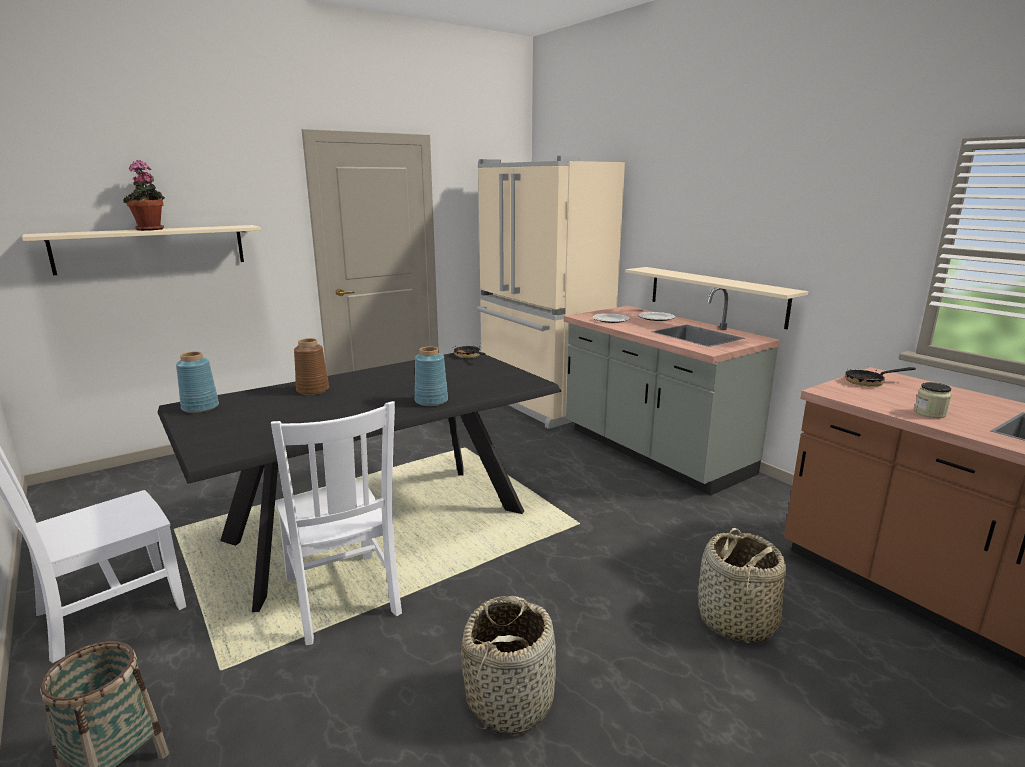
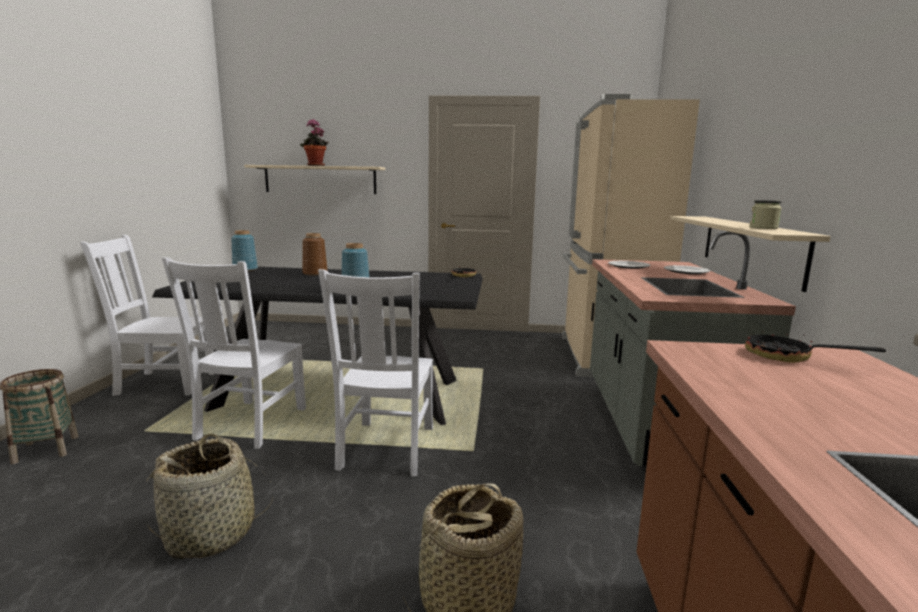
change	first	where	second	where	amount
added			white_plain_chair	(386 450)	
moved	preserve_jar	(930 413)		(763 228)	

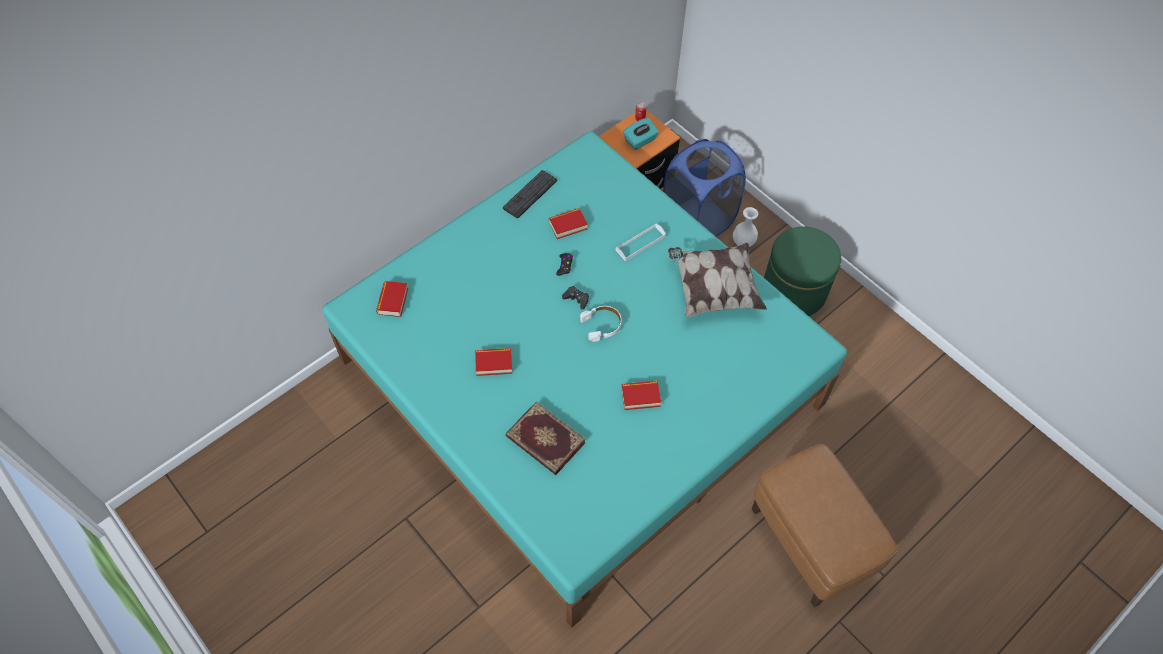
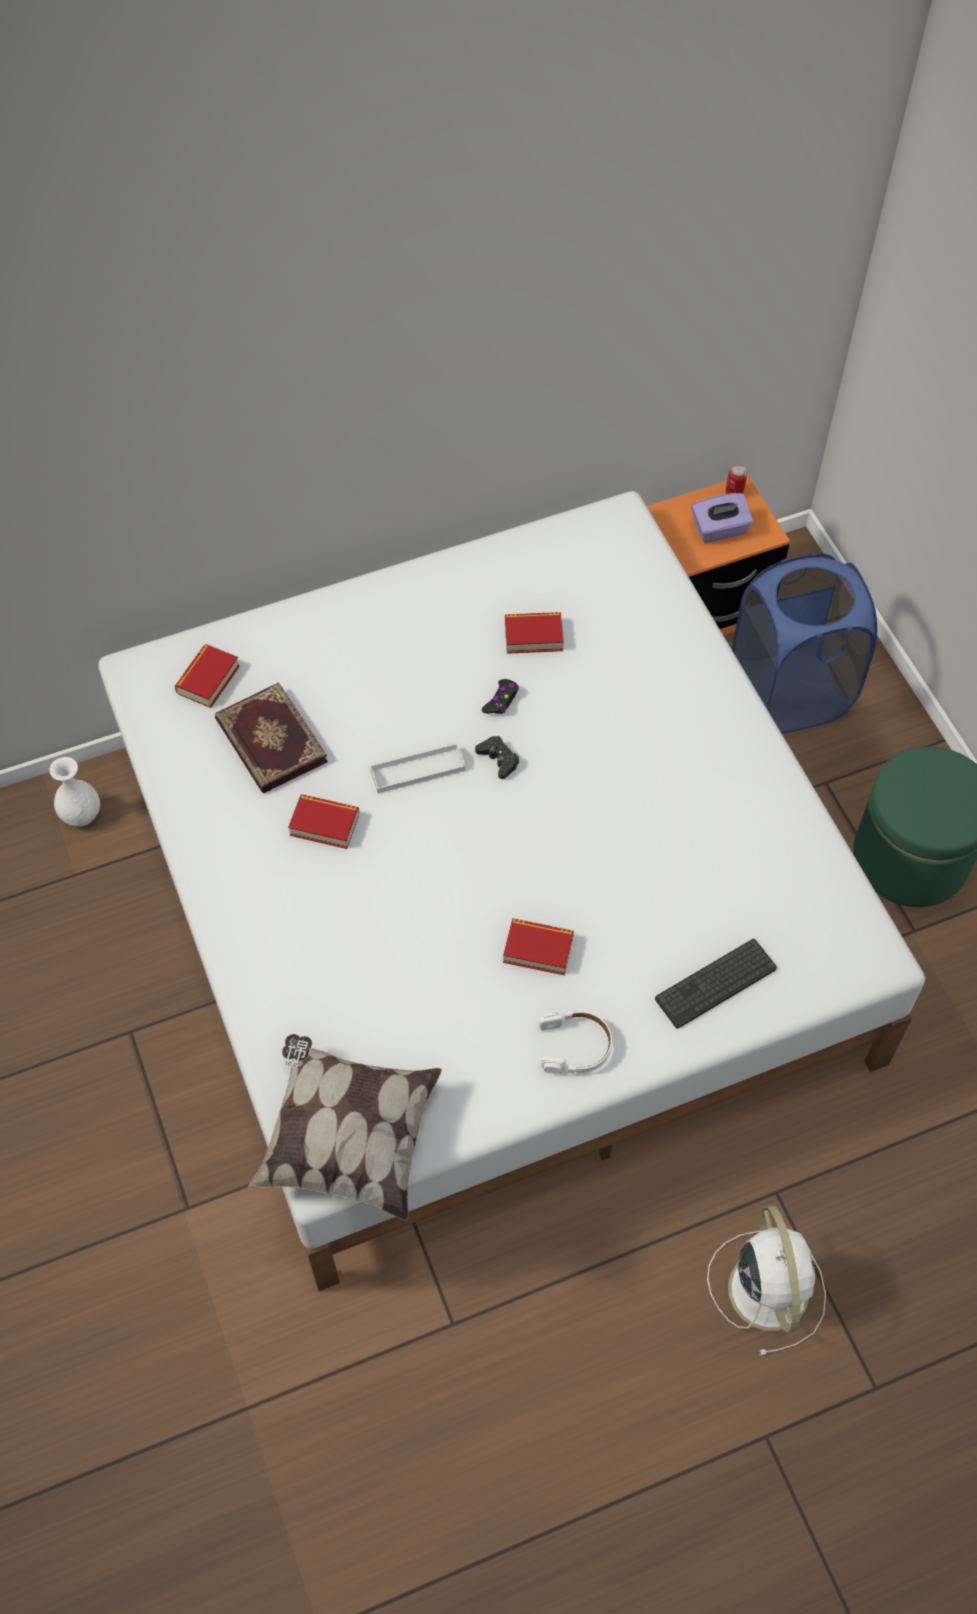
change	first	where	second	where	amount
moved	PC_keyboard	(530 194)		(715 984)	
moved	book	(544 440)		(269 742)	
moved	white_headset	(602 325)		(575 1046)	
moved	white_tray	(640 243)		(417 770)	
moved	pillow	(713 289)		(348 1138)	
moved	white_flower_vase	(743 242)		(82 814)	
replaced	brownish_pouffe	(809 541)	white_electric_fan	(767 1286)	
recoloured	blue-green_bedroom_bed	(581 382)	white_bedroom_bed	(490 902)	
recoloured	blue-green_tissue_holder	(640 141)	purple-coloured_tissue_holder	(719 530)	

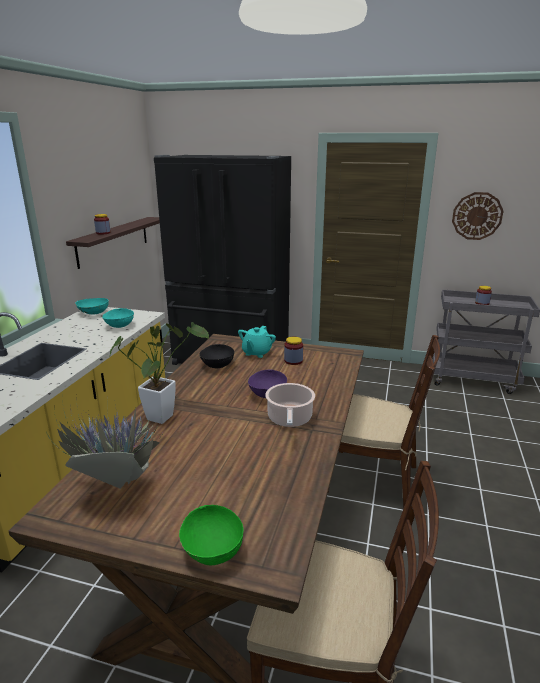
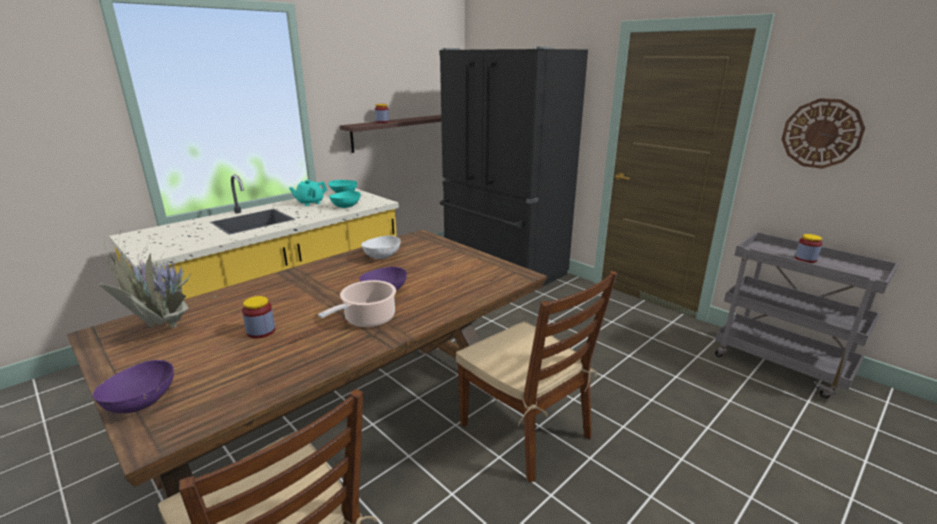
change	first	where	second	where	amount
removed	plant_in_a_pot	(164 415)			
moved	blue-green_tea_pot	(256 353)		(310 203)	
moved	preserve_jar	(293 361)		(261 331)	
recoloured	greenish_serving_bowl	(212 550)	purple-coloured_serving_bowl	(141 402)	
recoloured	black_serving_bowl	(217 365)	white_serving_bowl	(382 256)	

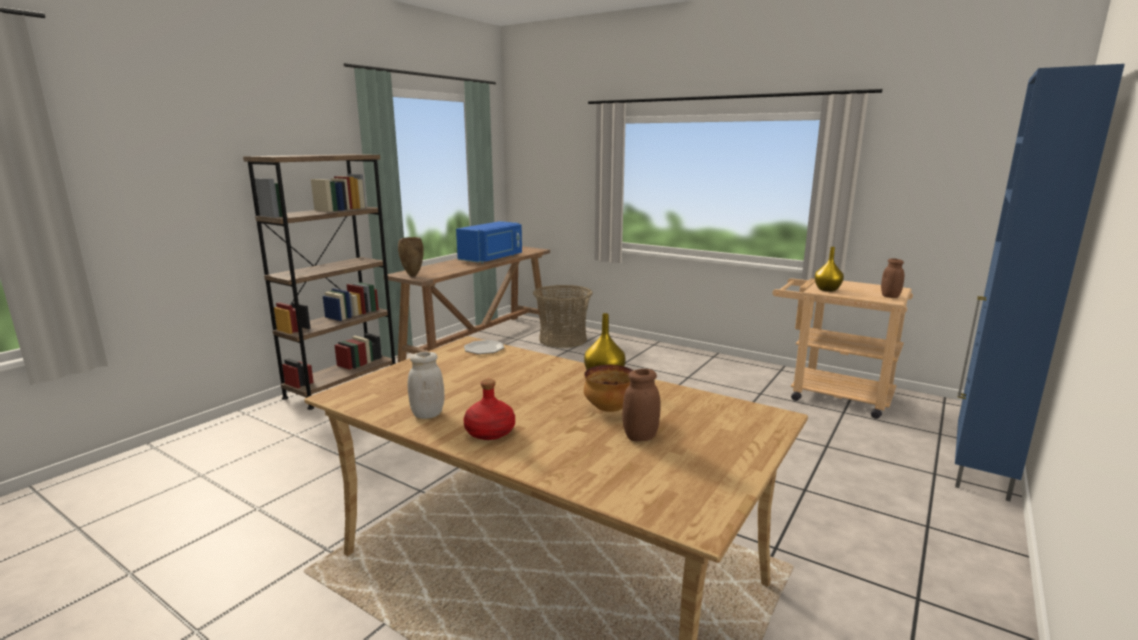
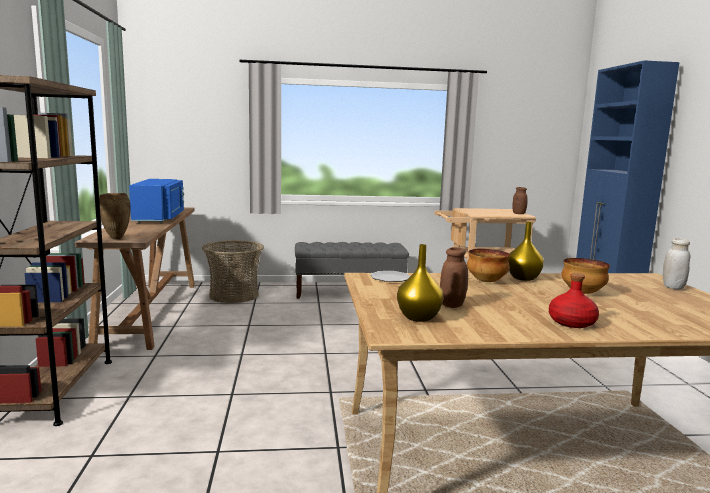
change	first	where	second	where	amount
added			grey_indoor_bench	(349 292)	
added			serving_bowl	(486 281)	
moved	white_preserve_jar	(427 414)		(673 287)	
moved	brownish_preserve_jar	(640 436)		(452 305)	
moved	yellowish_flower_vase	(827 290)		(419 318)	

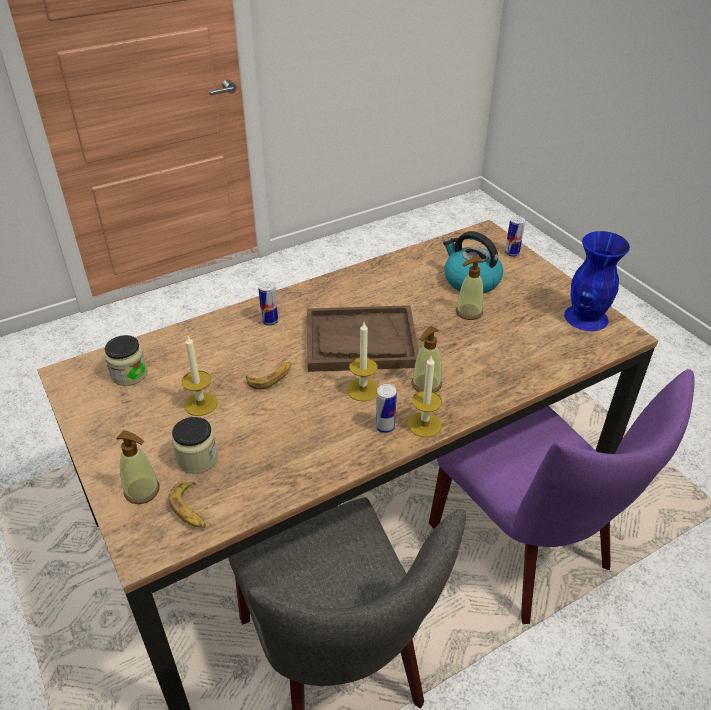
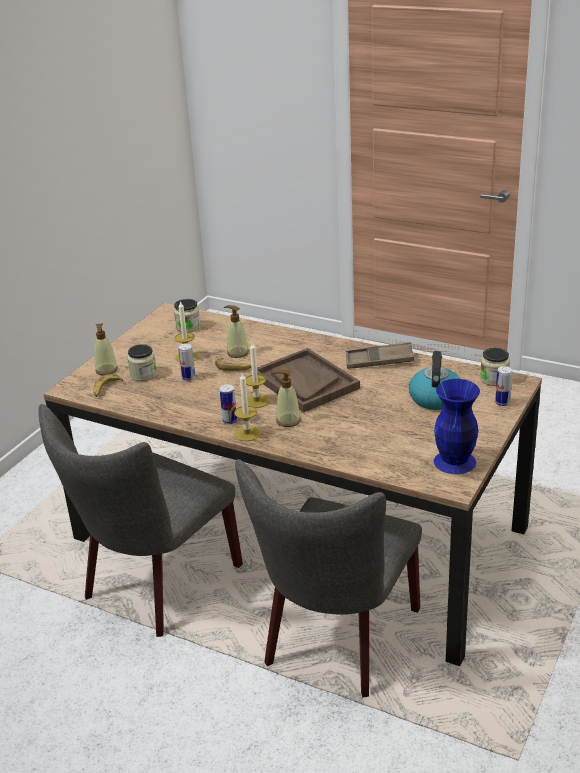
change	first	where	second	where	amount
added			brownish_tray	(379 360)	
added			preserve_jar	(494 379)	
moved	sealed_can	(270 321)		(188 378)	
moved	soap_dispenser	(468 312)		(237 353)	
recoloured	purple-coloured_plain_chair	(528 552)	grey_plain_chair	(337 643)	

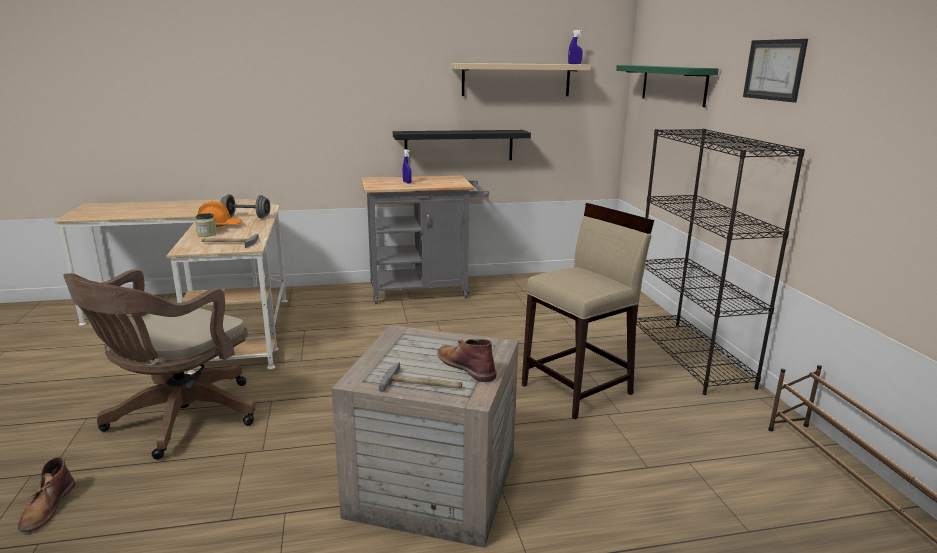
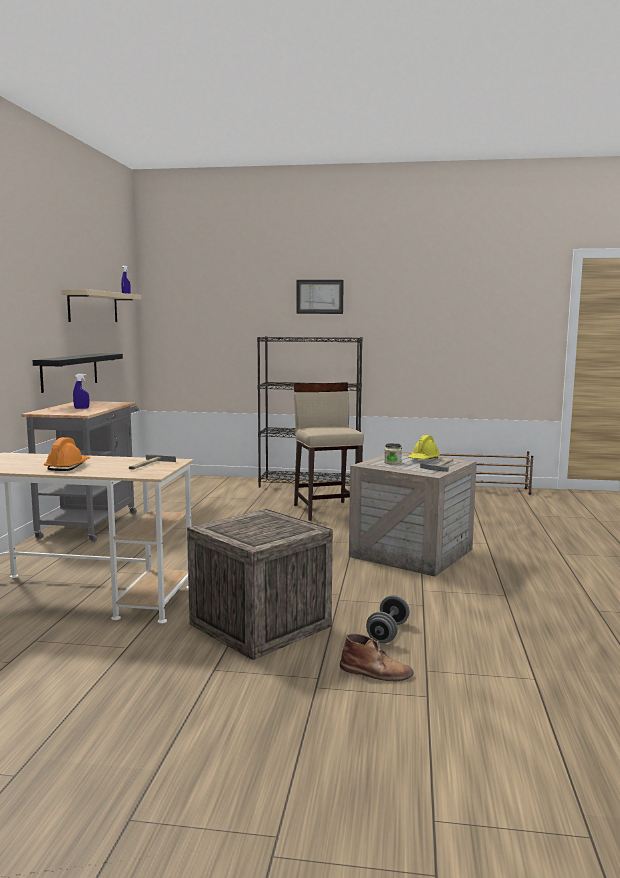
change	first	where	second	where	amount
removed	greenish_bracket_shelf	(673 84)			
moved	preserve_jar	(207 234)		(392 462)	
moved	grey_hand_weight	(246 217)		(388 633)	
replaced	brownish_office_chair	(178 419)	shipping_crate	(260 625)	
replaced	brownish_tall_boot	(466 366)	yellowish_hard_hat	(423 459)	

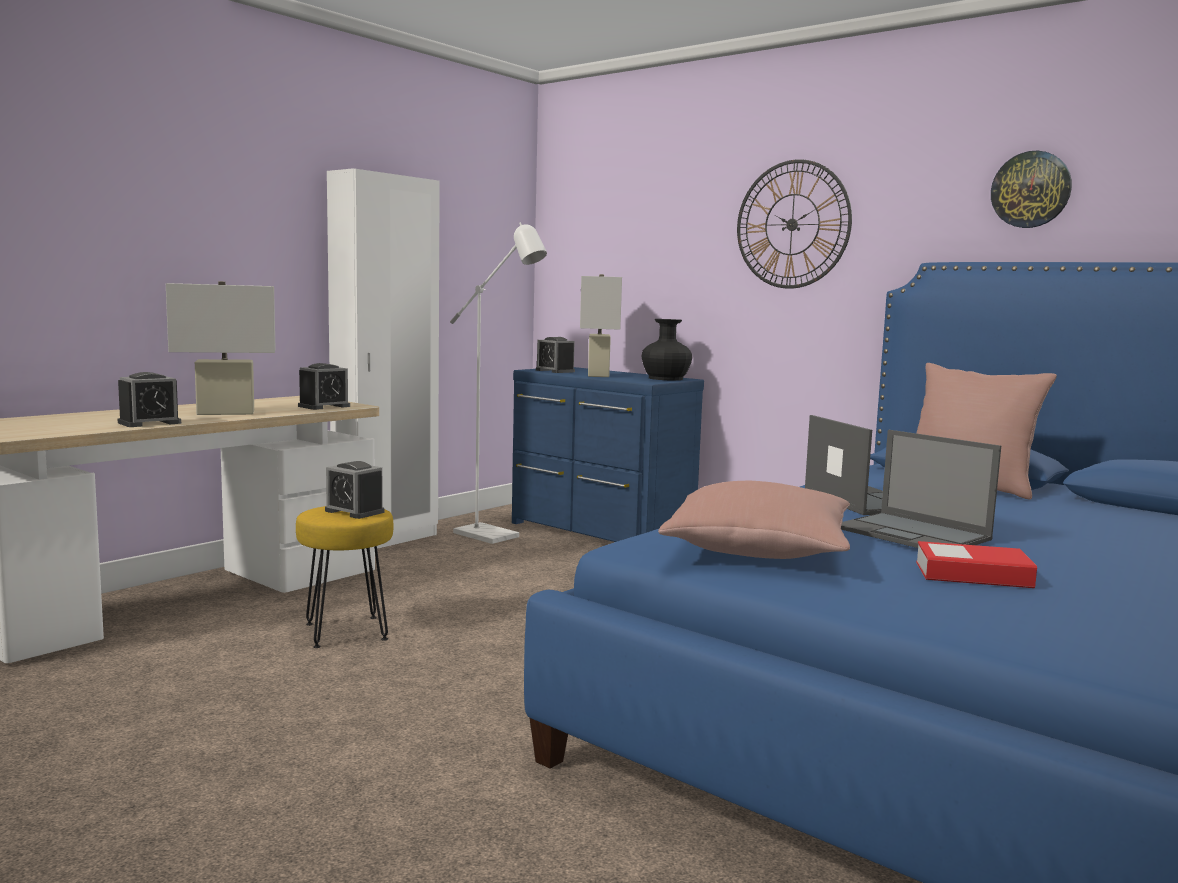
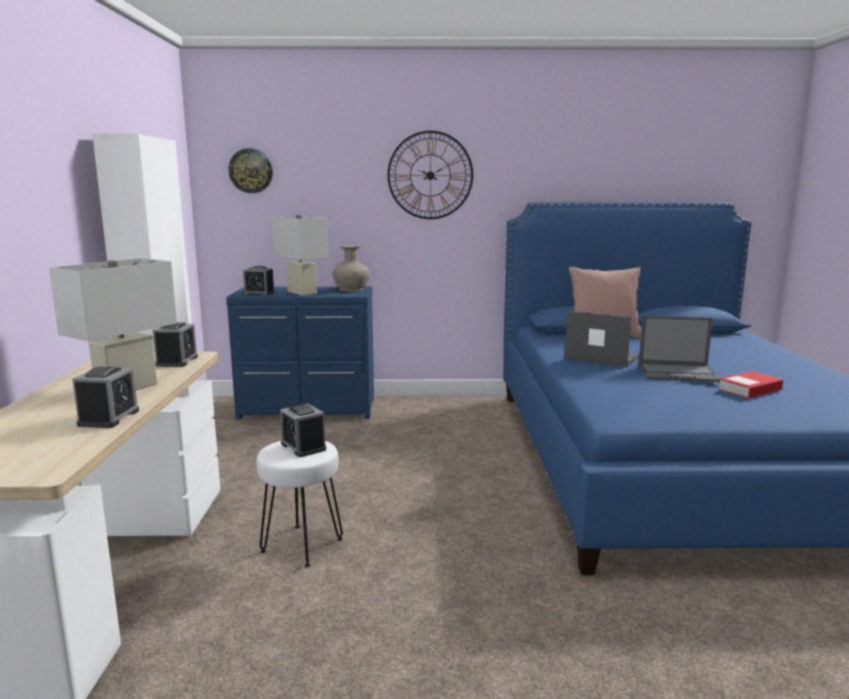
change	first	where	second	where	amount
removed	white_floor_lamp	(494 537)			
removed	pink_pillow	(758 550)			
moved	hanging_clock	(1031 189)		(251 171)	
recoloured	yellowish_stool	(345 632)	white_stool	(302 546)	
recoloured	black_flower_vase	(665 378)	sand-coloured_flower_vase	(351 289)	
turned	bedside_clock	(354 511)		(303 447)	60 degrees clockwise

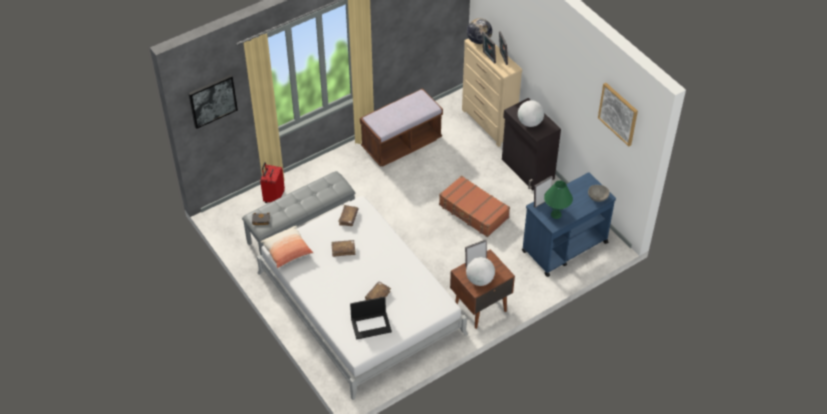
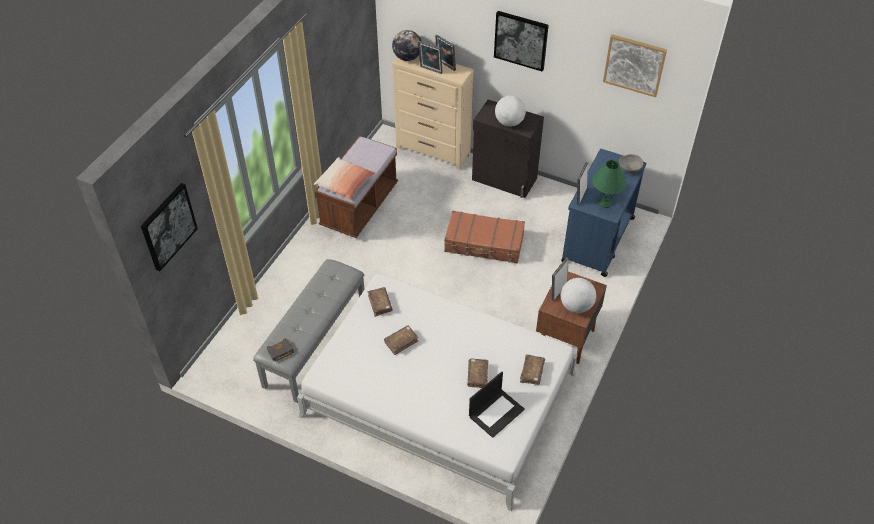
change	first	where	second	where	amount
removed	reddish_suitcase	(273 197)			
added			wall_picture	(521 40)	
added			brownish_book	(532 372)	
moved	pillow	(287 251)		(345 184)	

